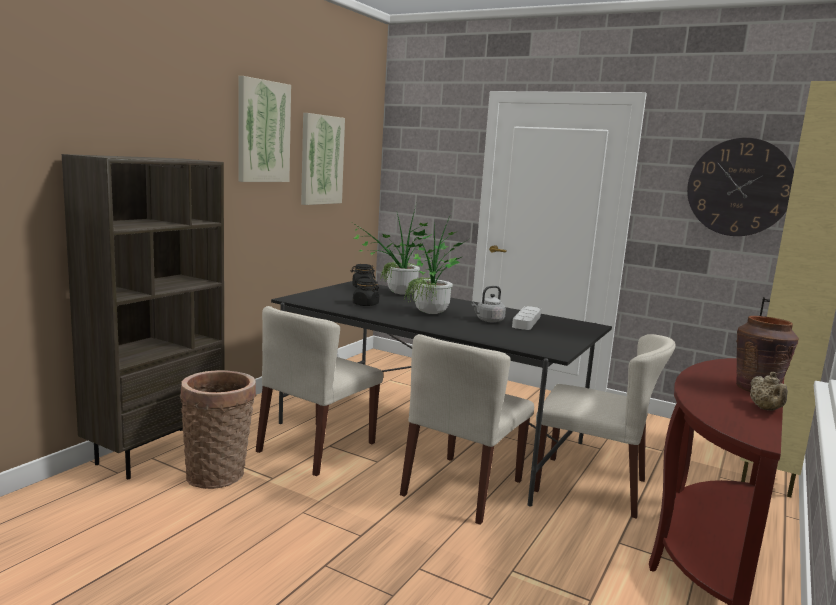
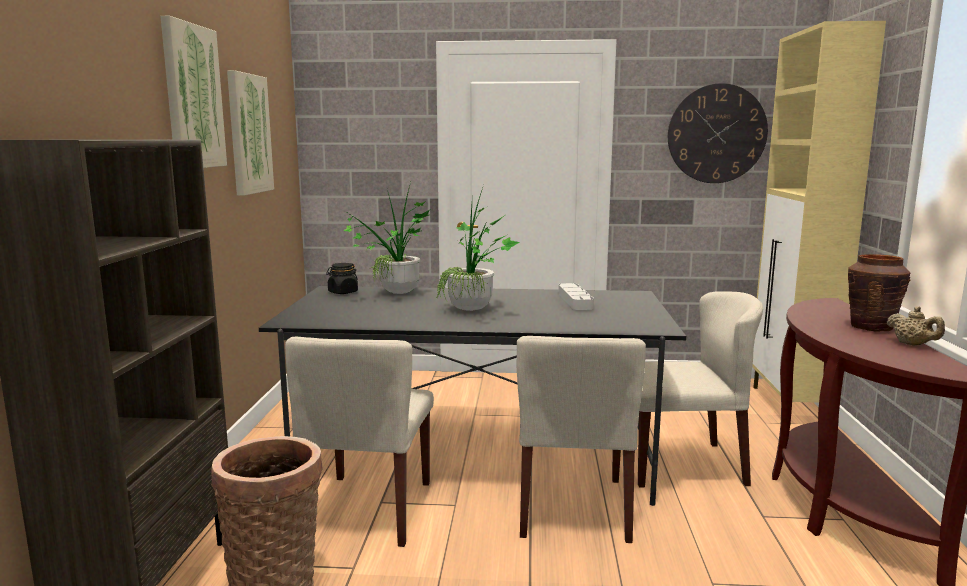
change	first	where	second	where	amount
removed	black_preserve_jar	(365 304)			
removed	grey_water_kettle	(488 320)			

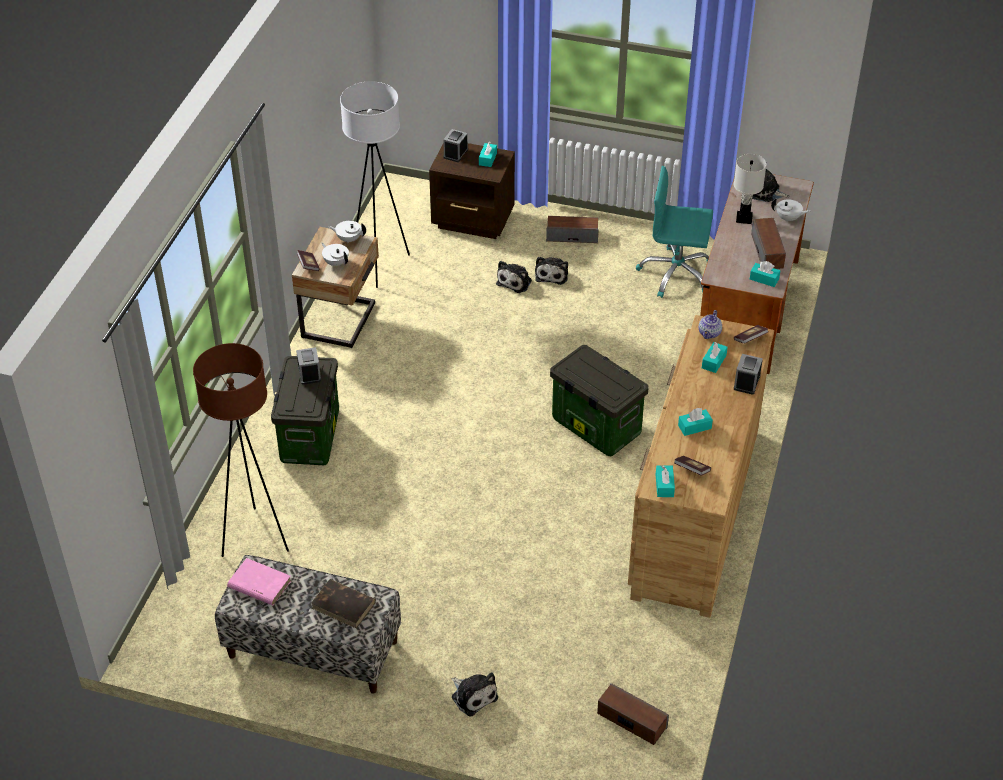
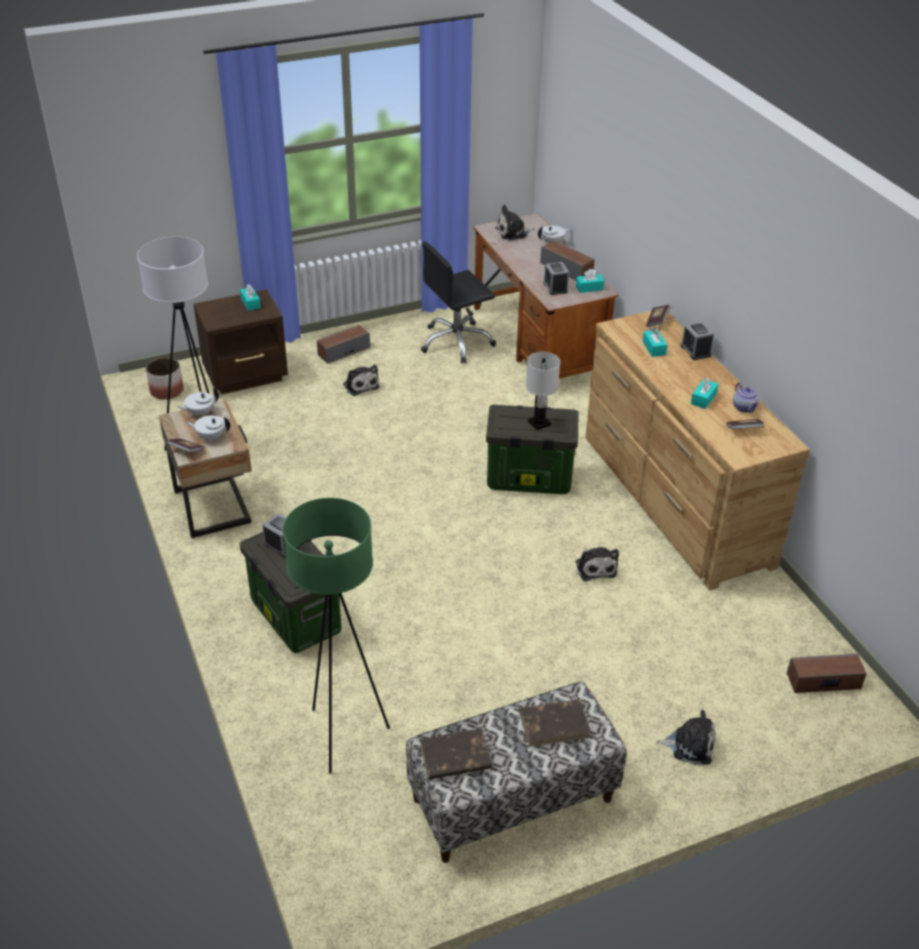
change	first	where	second	where	amount
removed	blue-green_tissue_holder	(664 485)			
added			flower_pot	(166 391)	
moved	bedside_clock	(455 153)		(555 287)	
moved	soft_toy	(515 281)		(595 567)	
moved	tea_pot	(709 334)		(744 408)	
moved	white_lamp_for_a_table	(744 218)		(538 423)	
recoloured	brownish_floor_lamp	(255 537)	greenish_floor_lamp	(343 735)	
recoloured	pink_book	(259 584)	brownish_book	(454 757)	
recoloured	blue-green_office_chair	(676 274)	black_office_chair	(456 342)	

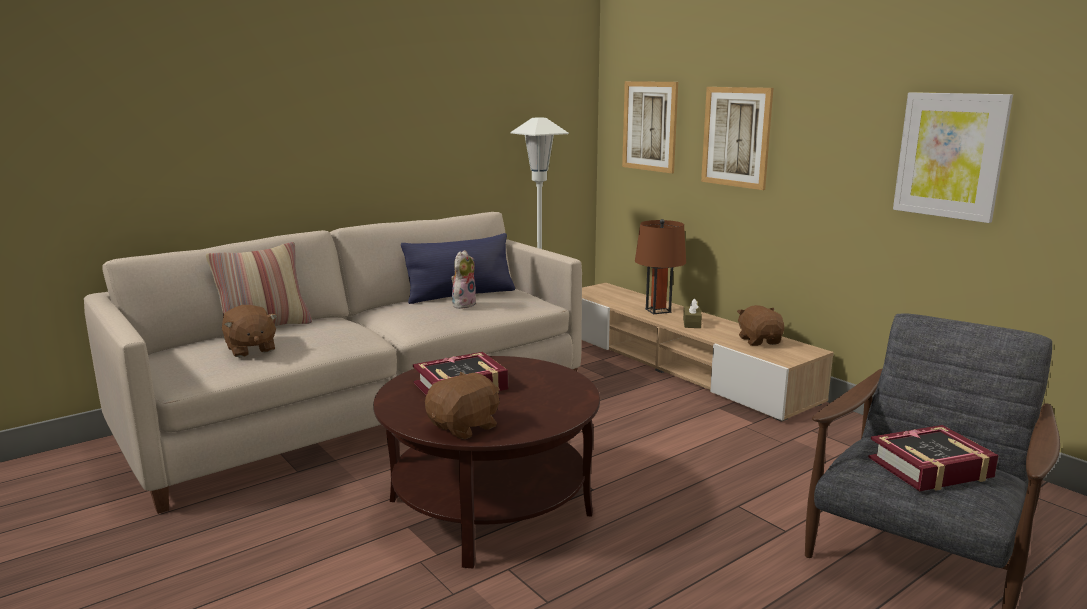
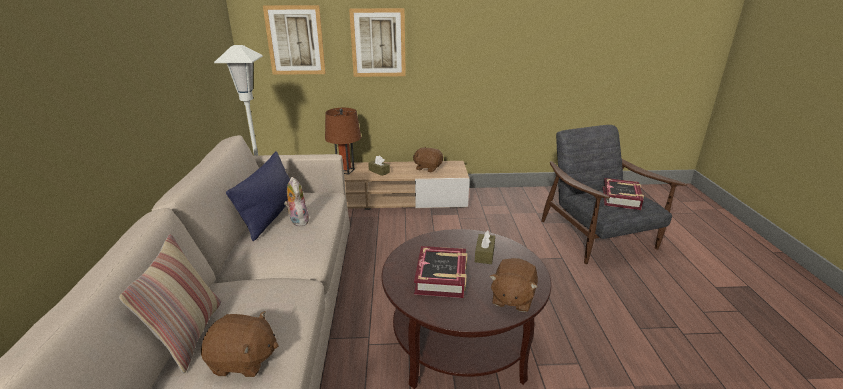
change	first	where	second	where	amount
removed	wall_picture	(950 155)			
added			brownish_tissue_holder	(484 254)	
turned	brownish_soft_toy	(465 427)		(512 298)	150 degrees counterclockwise

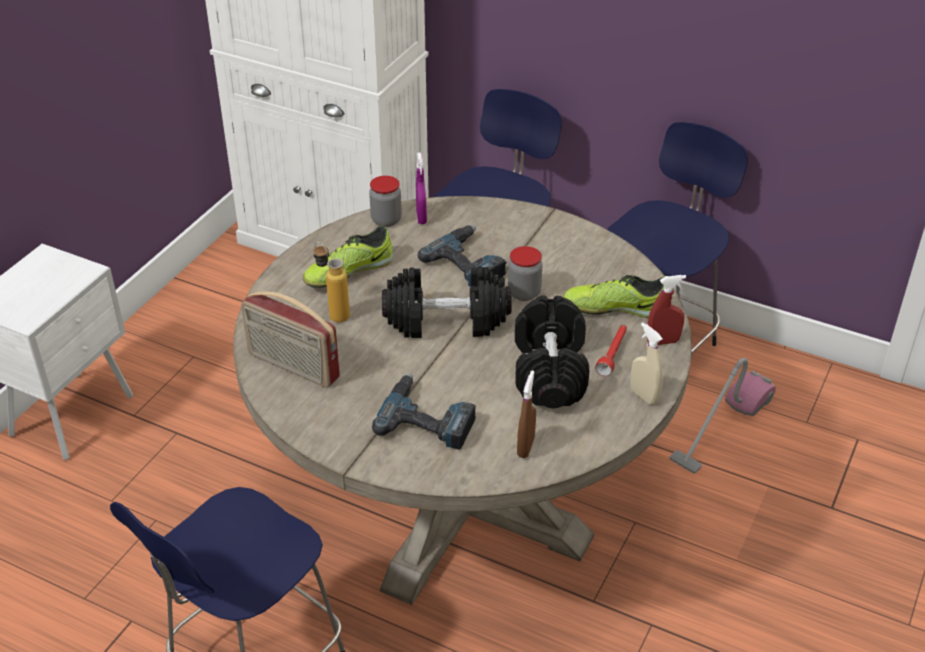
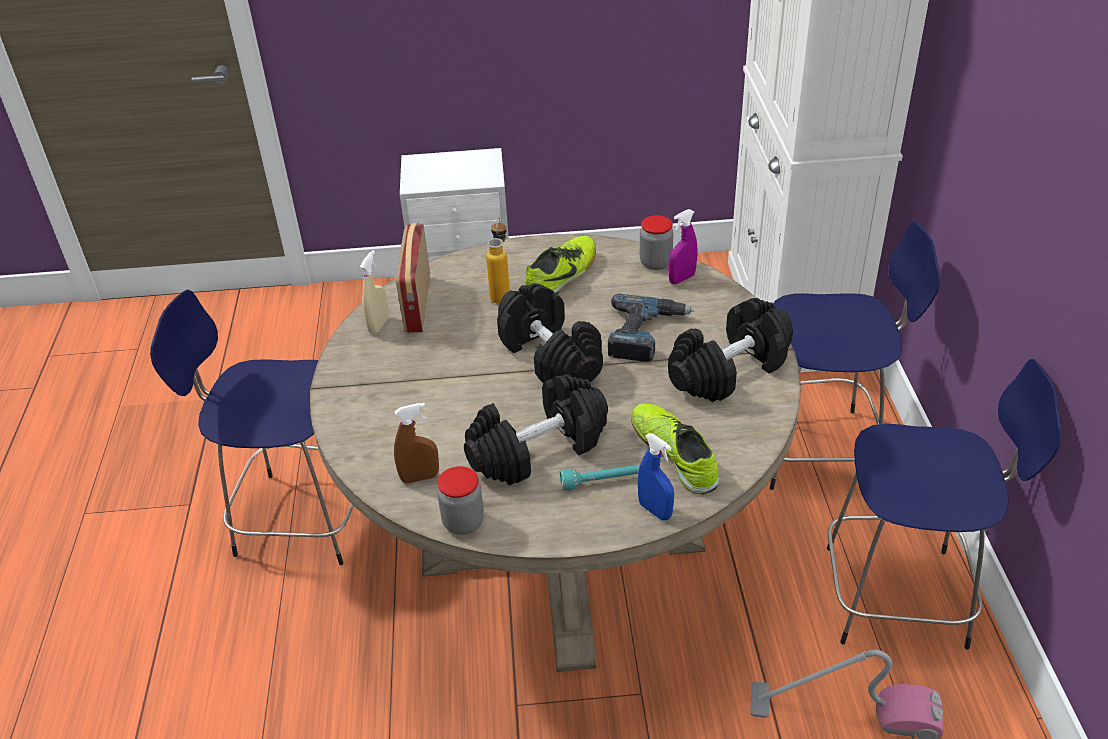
change	first	where	second	where	amount
removed	drill	(428 418)			
added			black_hand_weight	(729 371)	
moved	preserve_jar	(524 293)		(463 522)	
moved	sand-coloured_spray_bottle	(644 396)		(378 325)	
recoloured	reddish_flashlight	(613 354)	blue-green_flashlight	(601 481)	
recoloured	reddish_spray_bottle	(663 342)	blue_spray_bottle	(655 510)	
turned	low_shoe	(348 272)		(562 276)	105 degrees clockwise

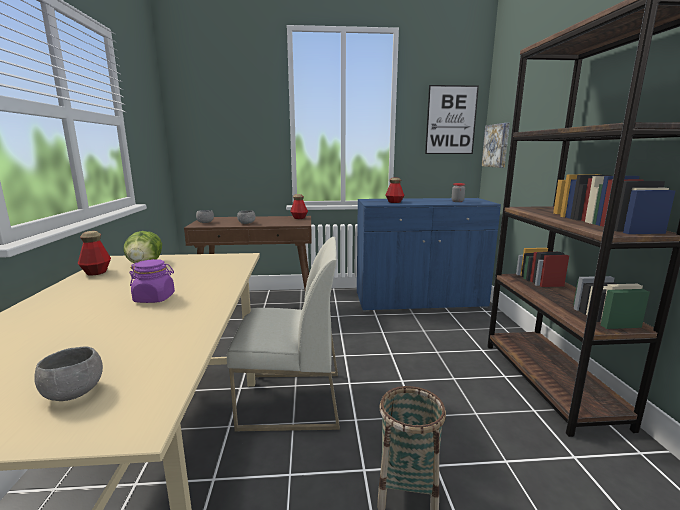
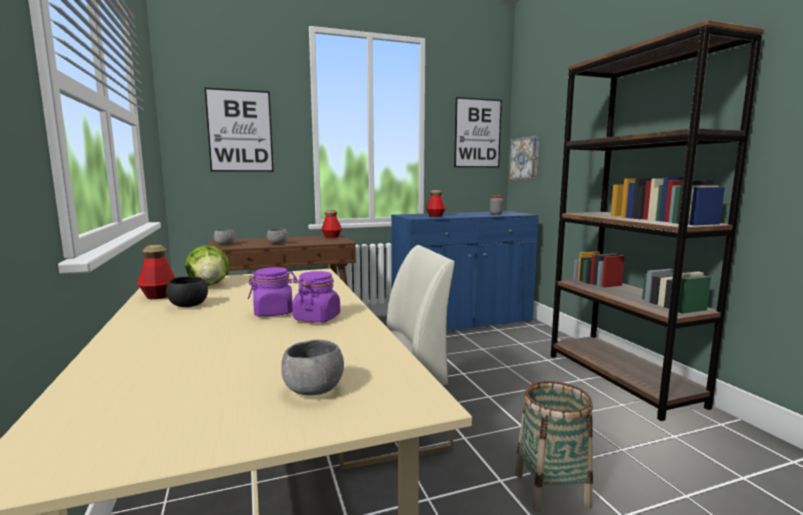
change	first	where	second	where	amount
added			black_serving_bowl	(188 305)	
added			wall_picture	(240 131)	
added			purple-coloured_preserve_jar	(317 318)	

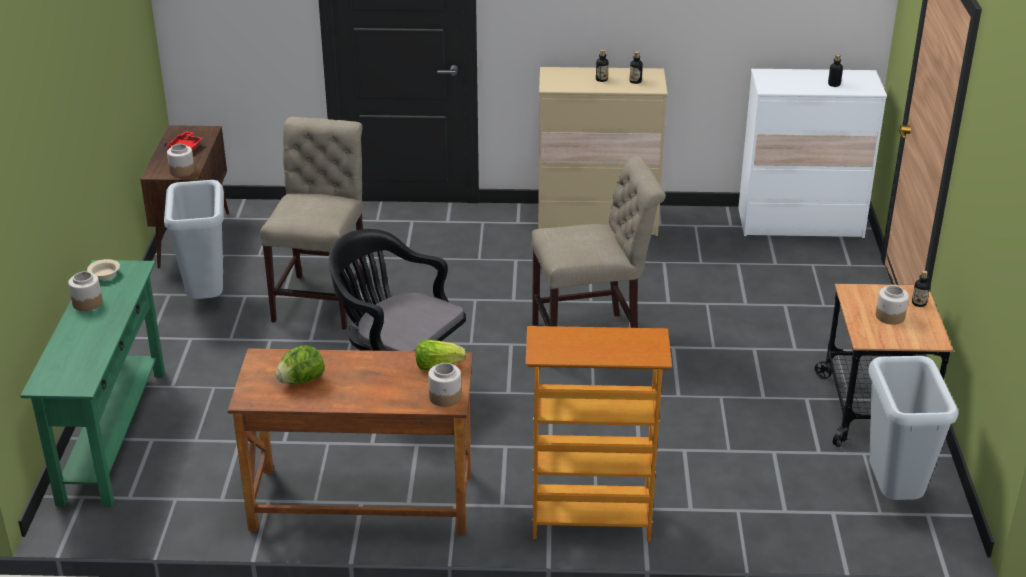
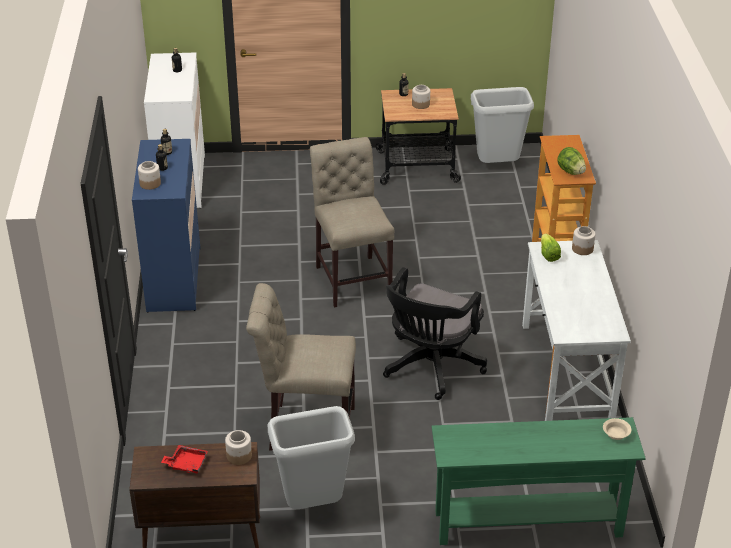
change	first	where	second	where	amount
moved	preserve_jar	(87 303)		(150 184)	
moved	sand-coloured_serving_bowl	(104 274)		(615 434)	
moved	head_of_lettuce	(301 381)		(570 171)	
recoloured	brownish_desk_table	(362 502)	white_desk_table	(567 372)	
recoloured	sand-coloured_dresser	(597 221)	blue_dresser	(174 279)	

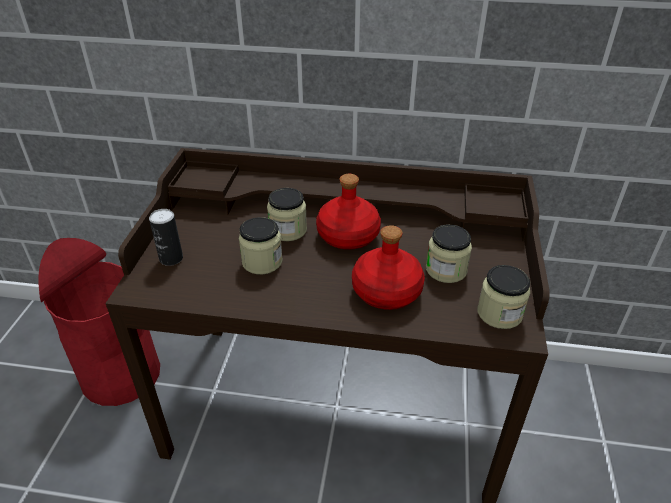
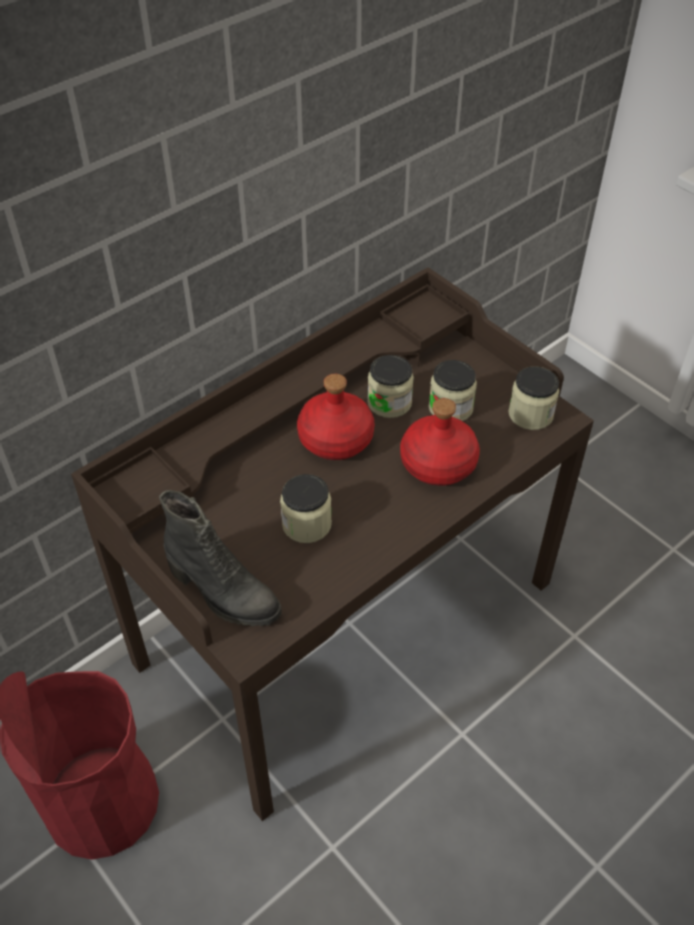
change	first	where	second	where	amount
moved	preserve_jar	(288 230)		(389 402)	
replaced	sealed_can	(171 258)	black_tall_boot	(222 593)	

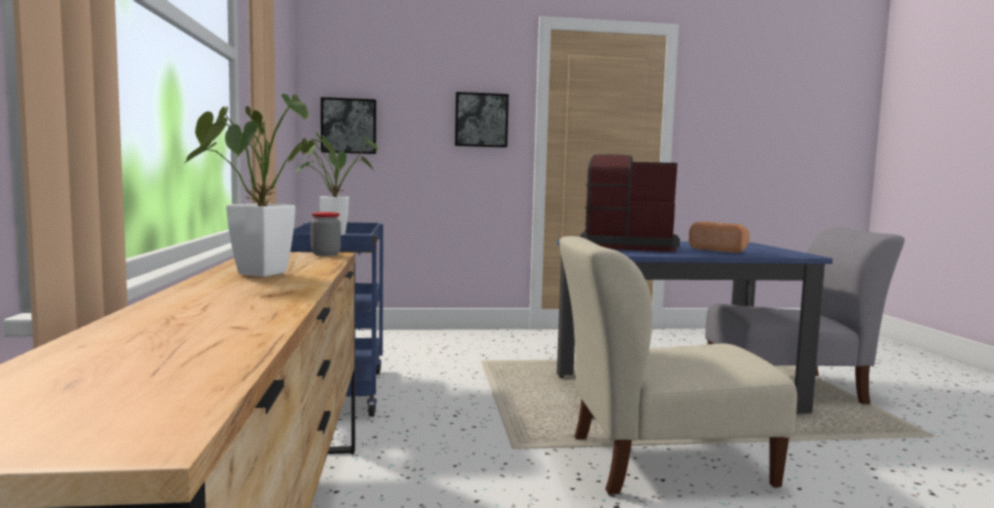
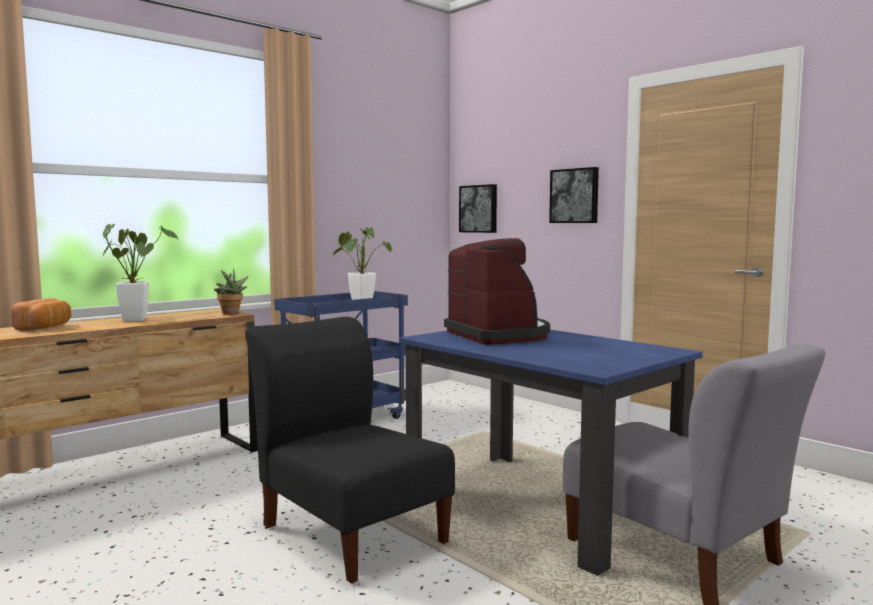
change	first	where	second	where	amount
moved	bread	(720 250)		(45 328)	
replaced	preserve_jar	(325 254)	plant_in_a_pot	(231 314)	
recoloured	sand-coloured_plain_chair	(660 461)	black_plain_chair	(350 530)	

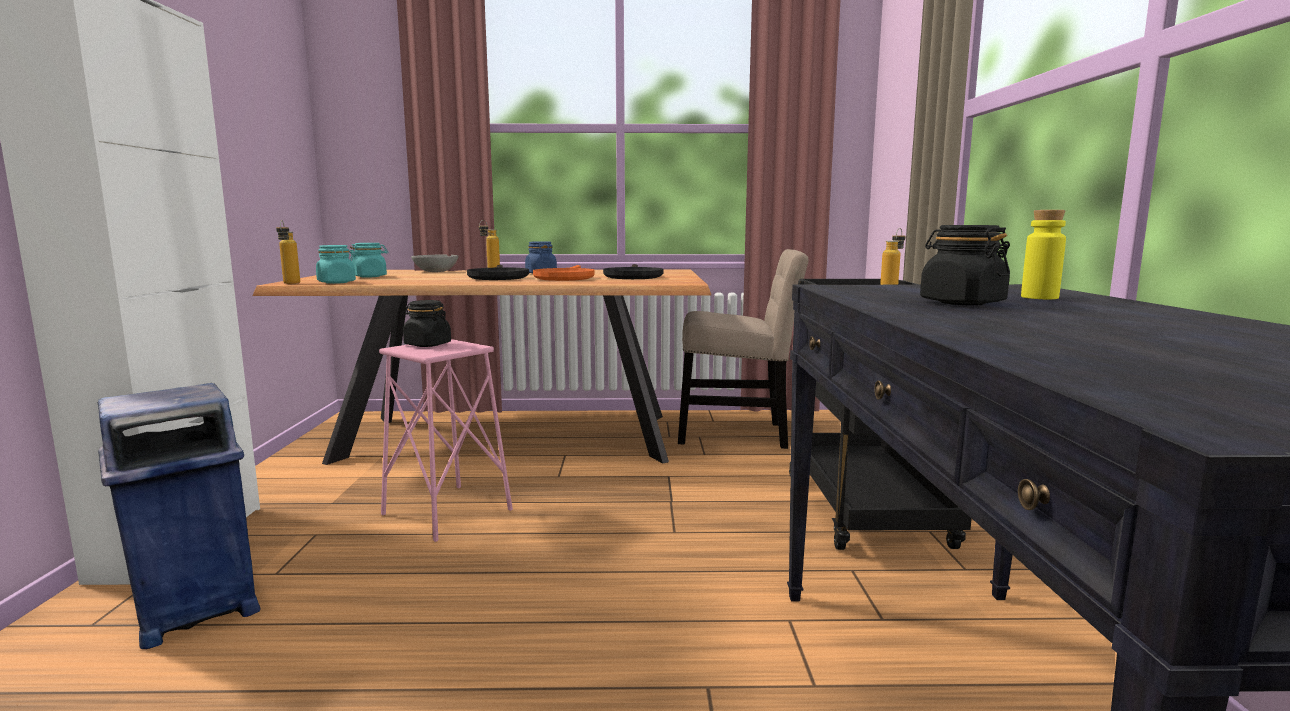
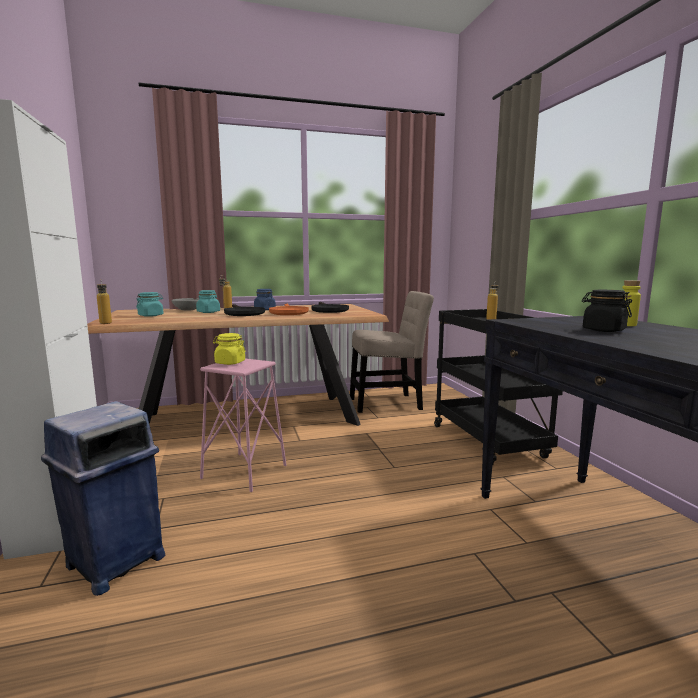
change	first	where	second	where	amount
moved	blue-green_preserve_jar	(336 282)		(208 312)	
recoloured	black_preserve_jar	(427 344)	yellowish_preserve_jar	(230 363)	

